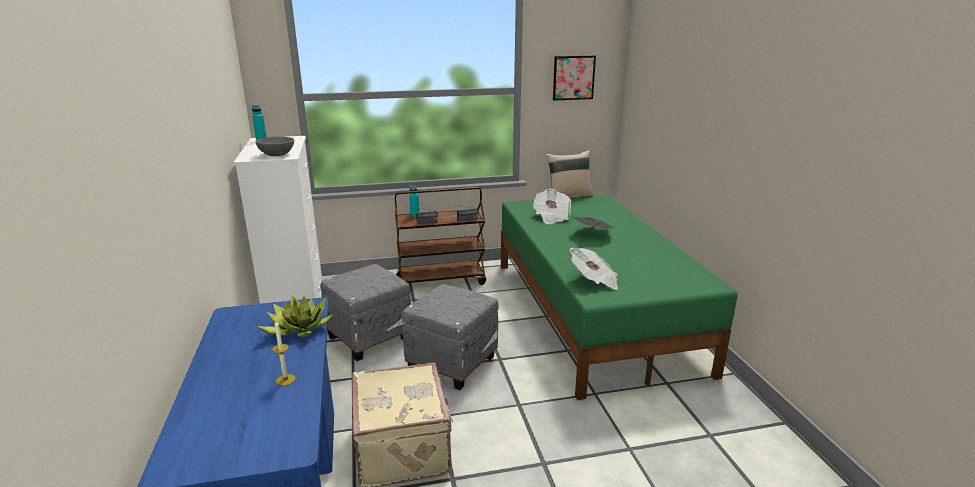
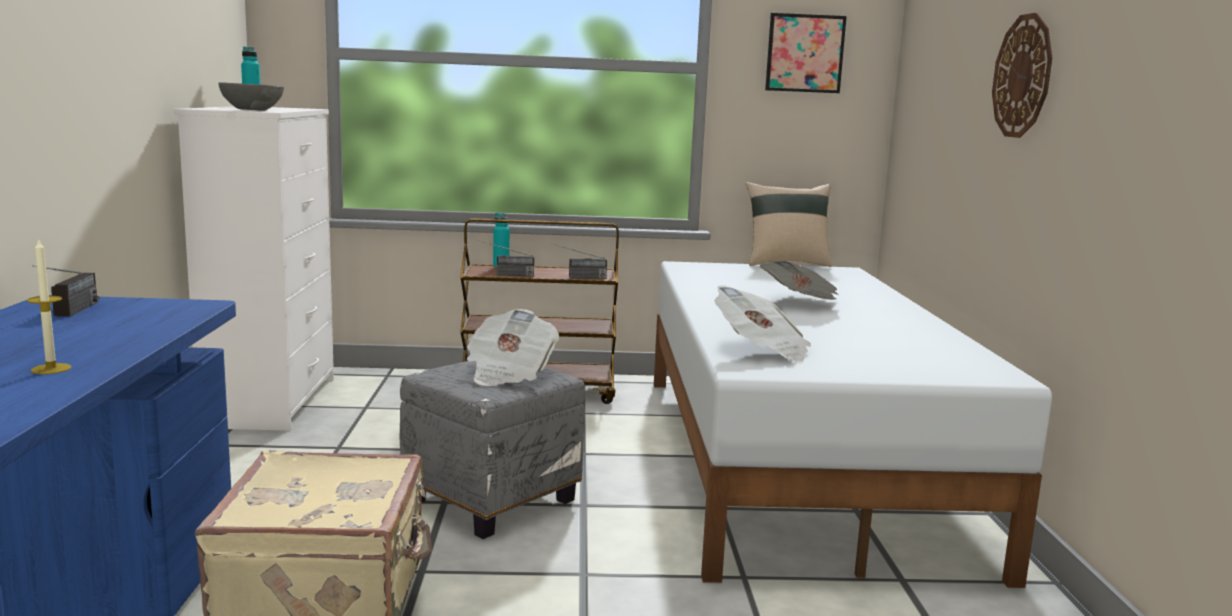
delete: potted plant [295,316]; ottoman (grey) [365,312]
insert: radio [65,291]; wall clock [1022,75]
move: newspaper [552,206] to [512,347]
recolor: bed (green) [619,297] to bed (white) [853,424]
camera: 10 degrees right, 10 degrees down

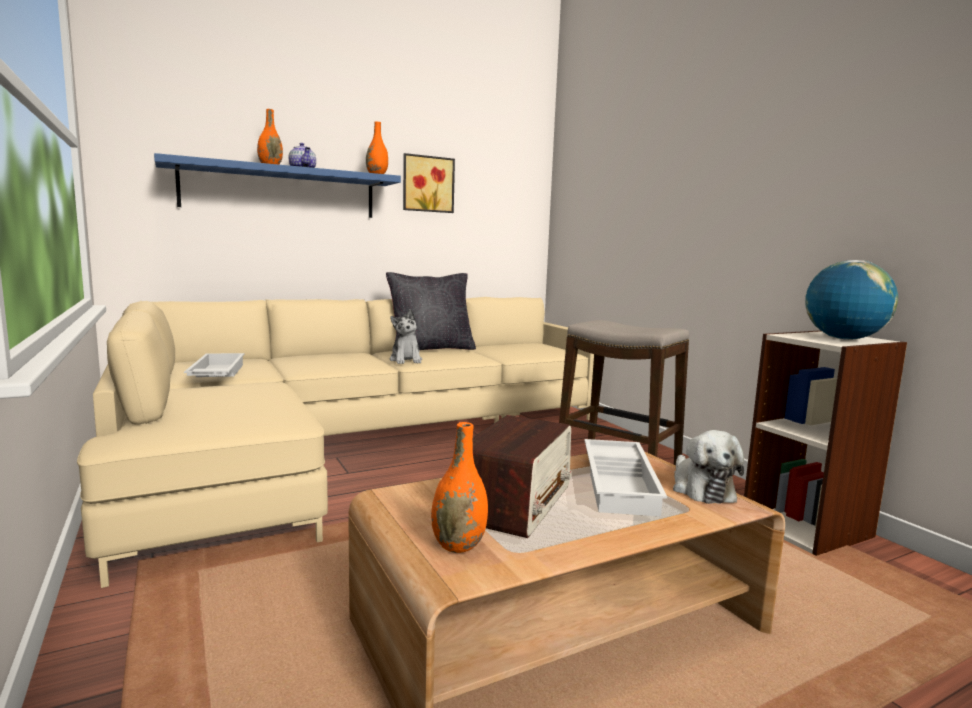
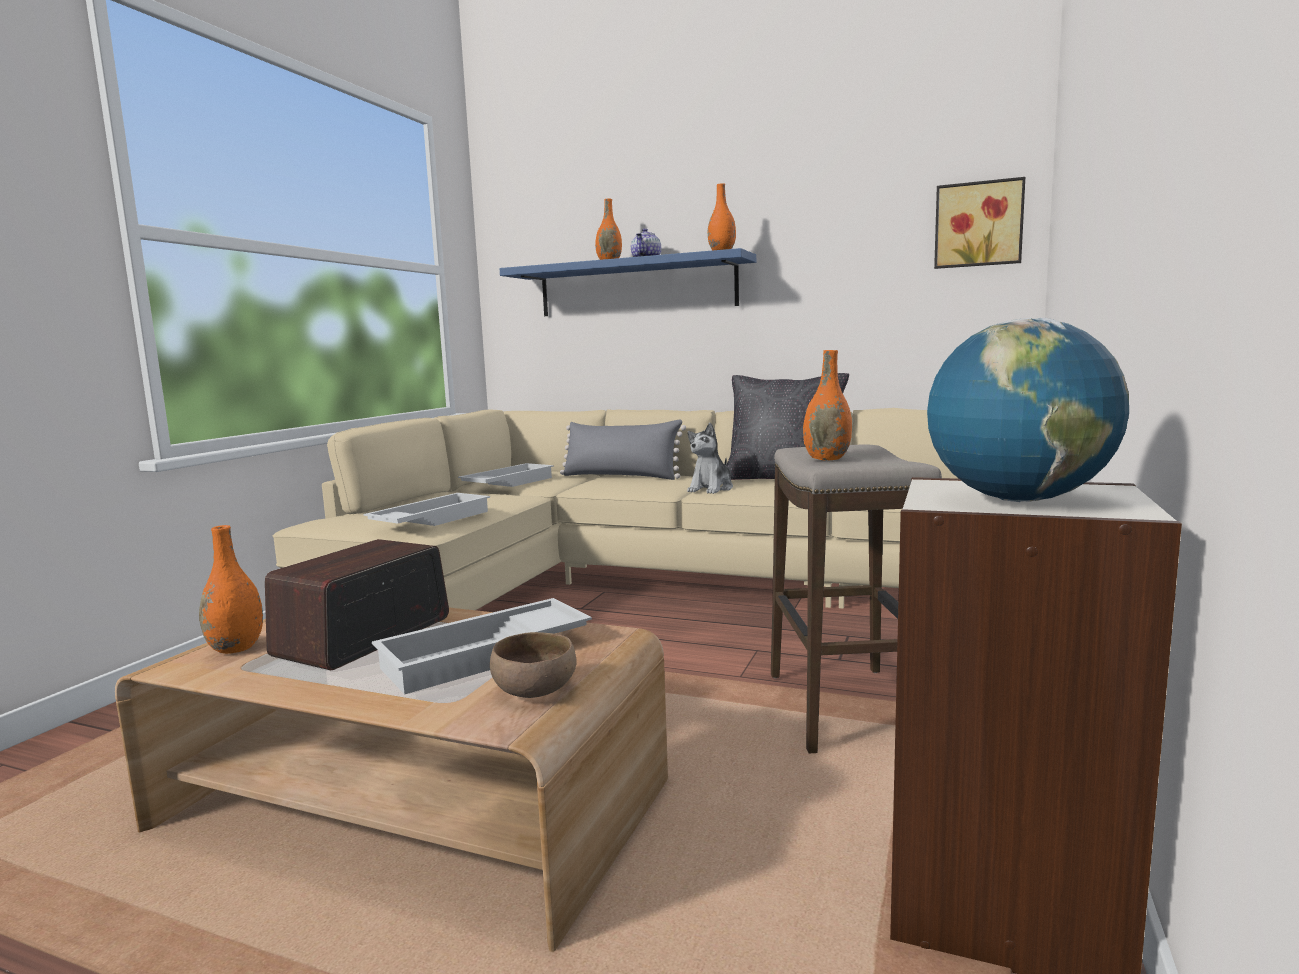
insert: tray (white) [427,509]; pillow (grey) [623,450]; vase (orange) [827,405]
move: picture [429,183] to [979,223]
replace: plush toy [708,467] to bowl (brown) [533,665]
rotate: radio [522,476] = [357,604] 135 degrees clockwise
camera: 50 degrees right, 0 degrees up

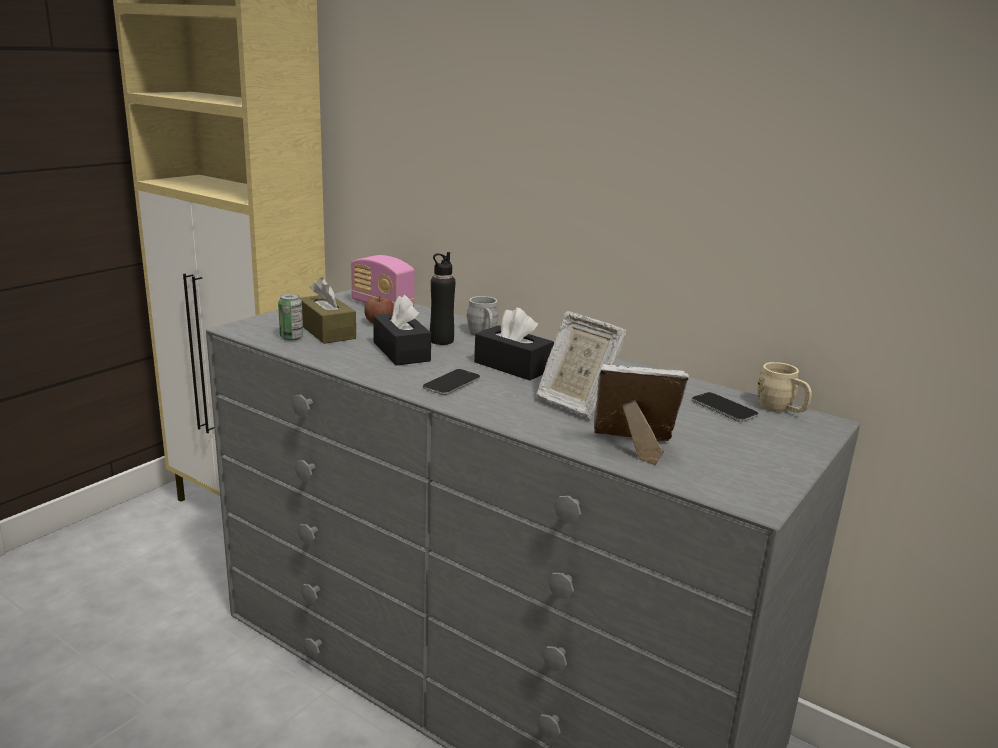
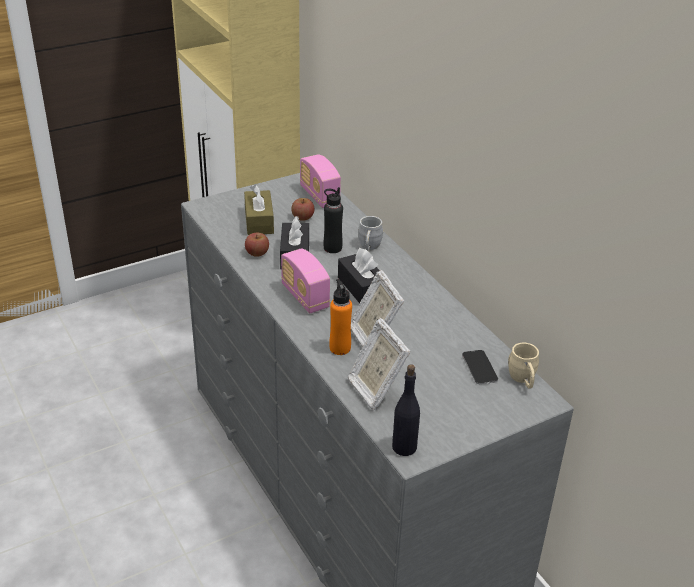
delete: can [290,317]
insert: apple [257,245]; bottle (orange) [340,317]; bottle (black) [406,410]
replace: phone [451,382] to radio [305,280]
rotate: picture frame [641,414] = [379,364] 150 degrees counterclockwise
camera: 25 degrees right, 15 degrees up

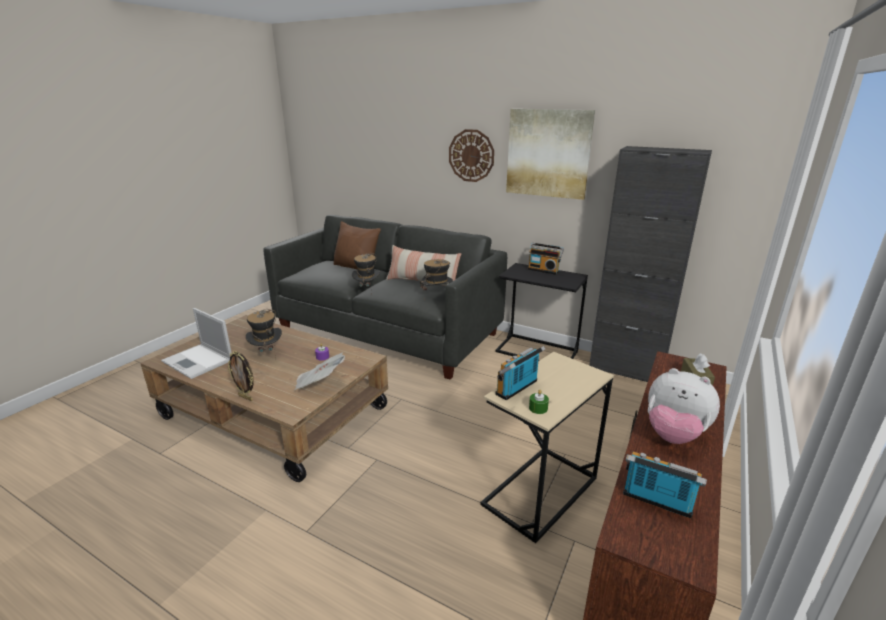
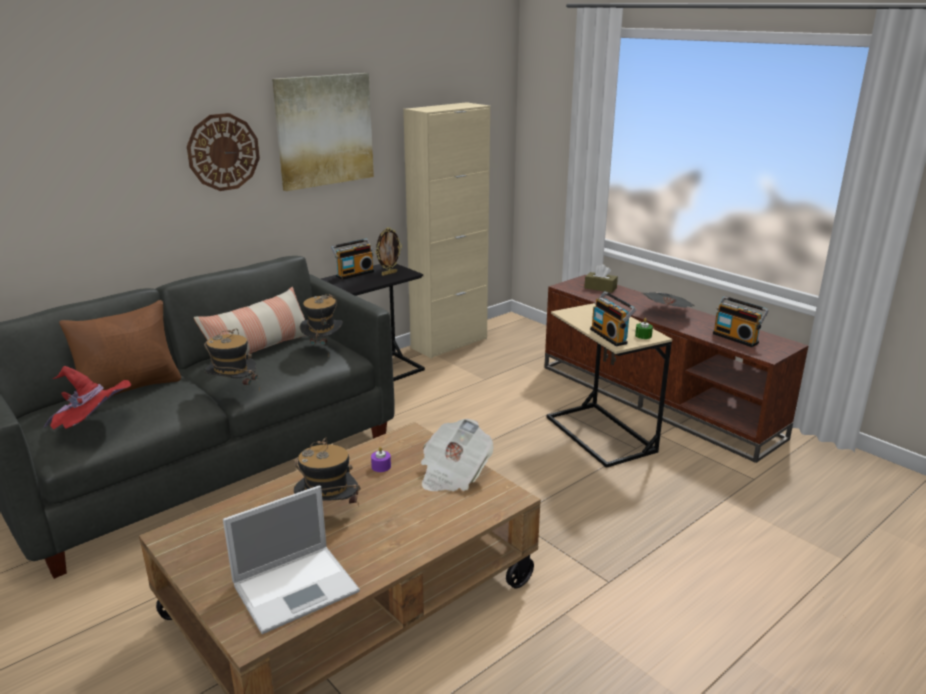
insert: hat (red) [87,397]
move: picture frame [240,376] to [389,251]
replace: plush toy [684,406] to newspaper [668,300]
recolor: cabinet (black) [650,264] to cabinet (beige) [446,230]
rotate: radio [665,485] = [741,321] 90 degrees counterclockwise
camera: 70 degrees left, 0 degrees up

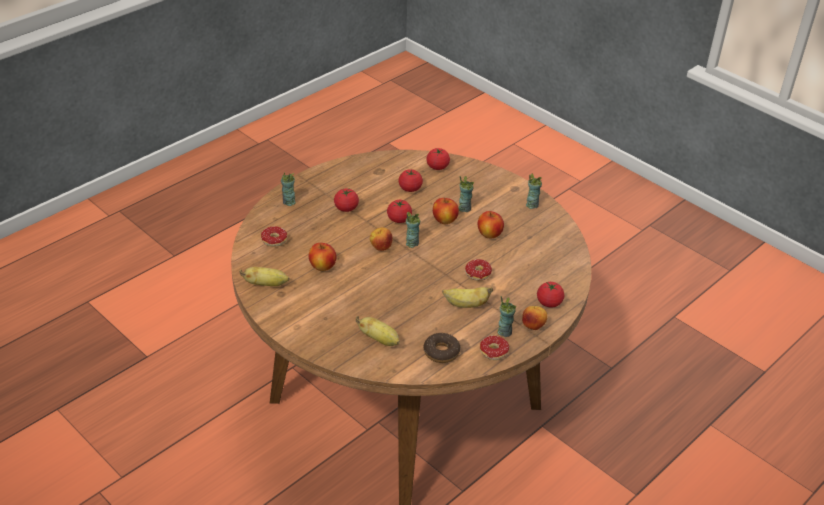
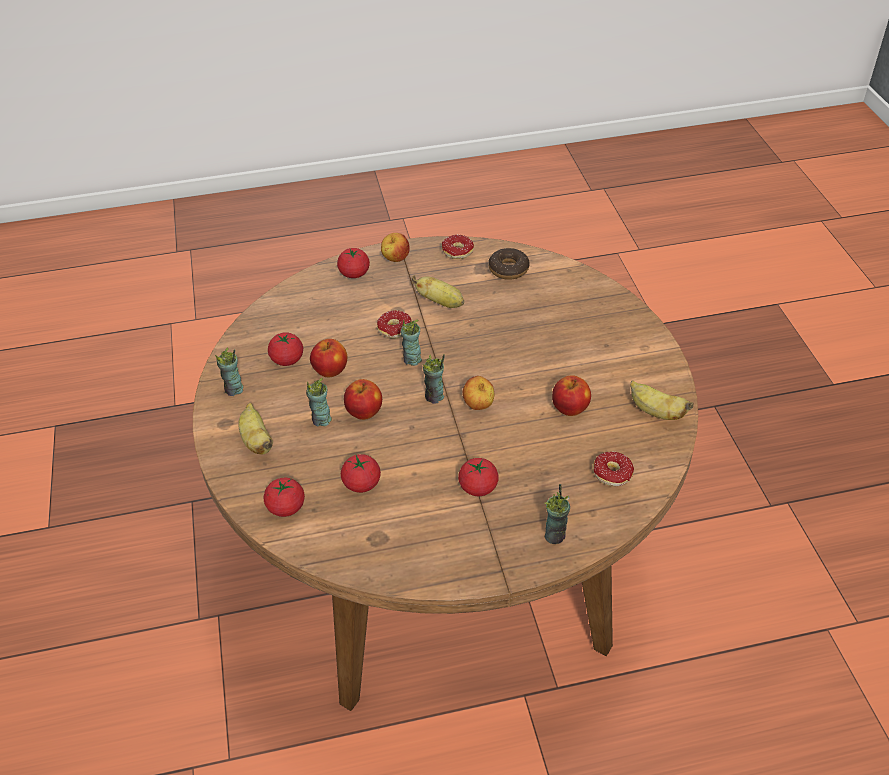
move: banana [378,331] to [255,428]; tomato [399,211] to [285,349]; cup [506,316] to [411,343]
camera: 145 degrees left, 5 degrees up

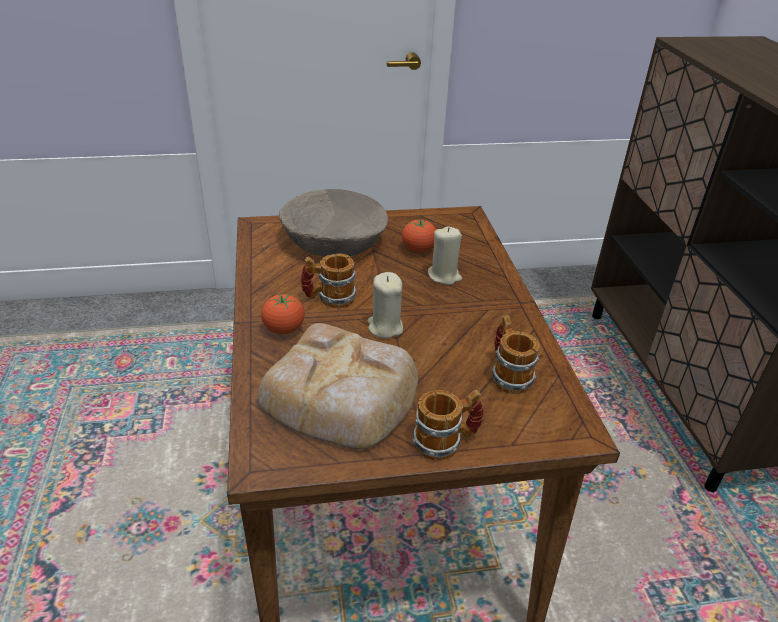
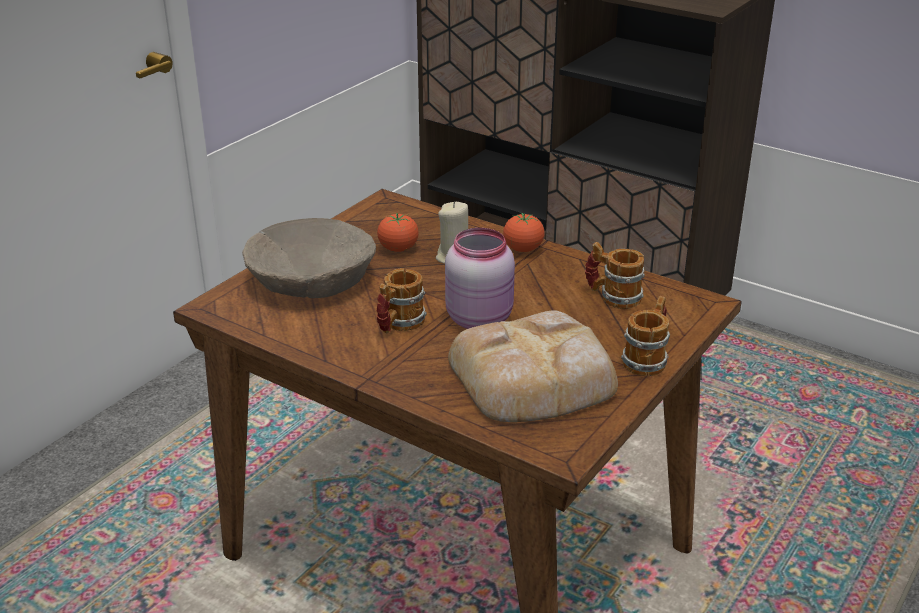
move: tomato [283,313] to [524,232]
replace: candle (beige) [385,305] to jar (pink) [480,278]
camera: 45 degrees left, 5 degrees down

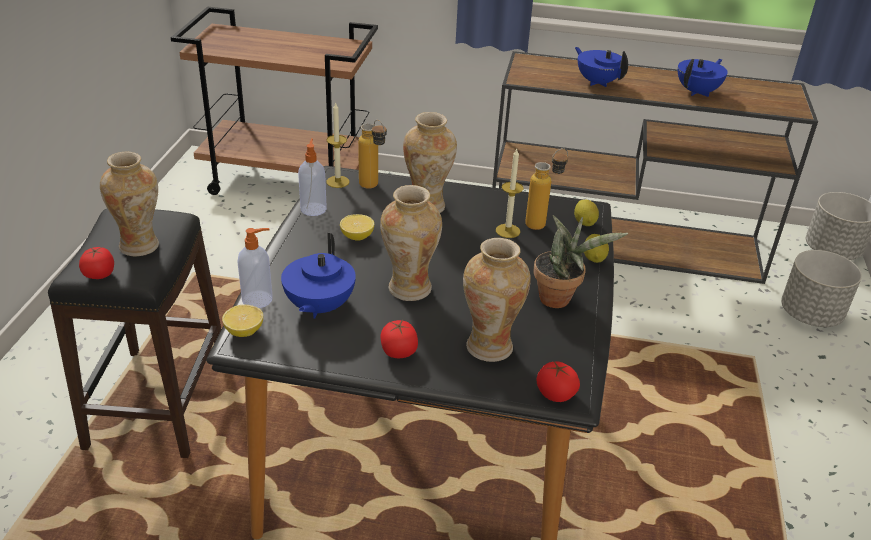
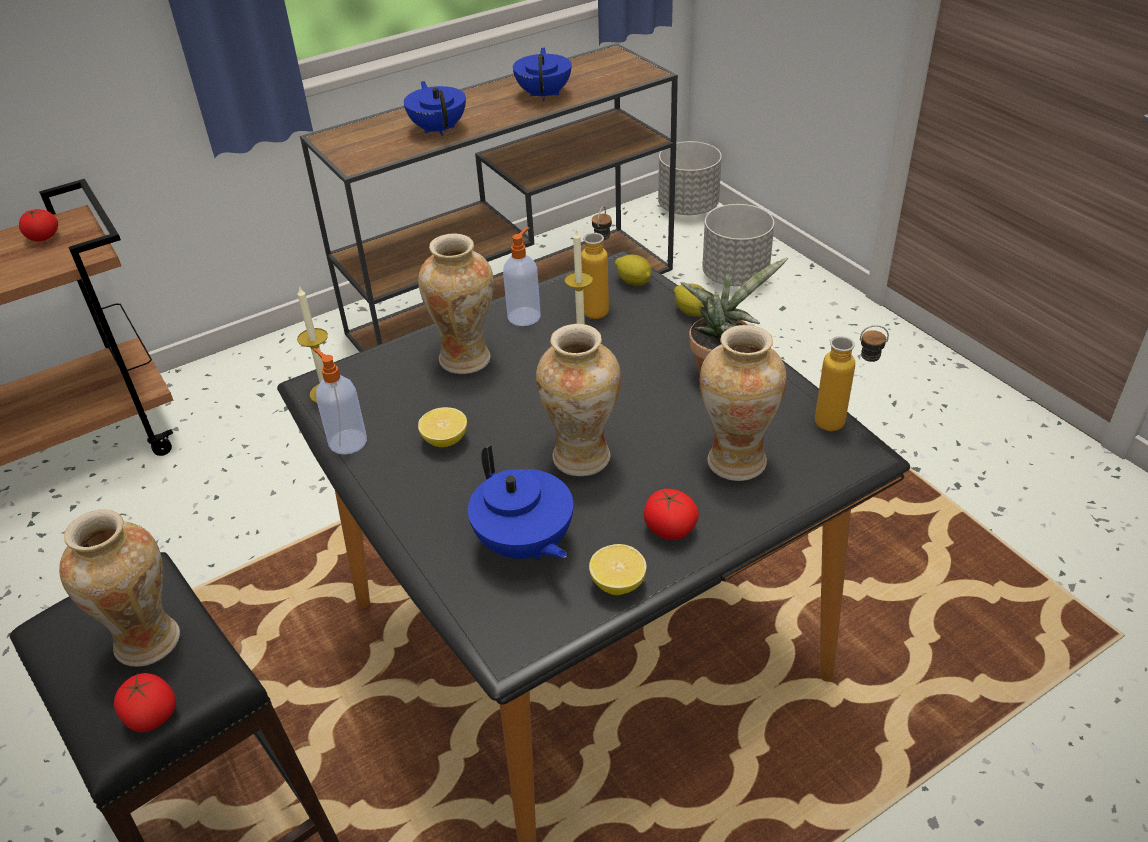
move: lemon [242,321] to [618,569]; soap dispenser [255,268] to [522,276]; bottle [372,154] to [852,378]; tomato [558,381] to [38,225]
rotate: teapot (blue) [601,67] = [435,108] 60 degrees clockwise
camera: 40 degrees left, 5 degrees up

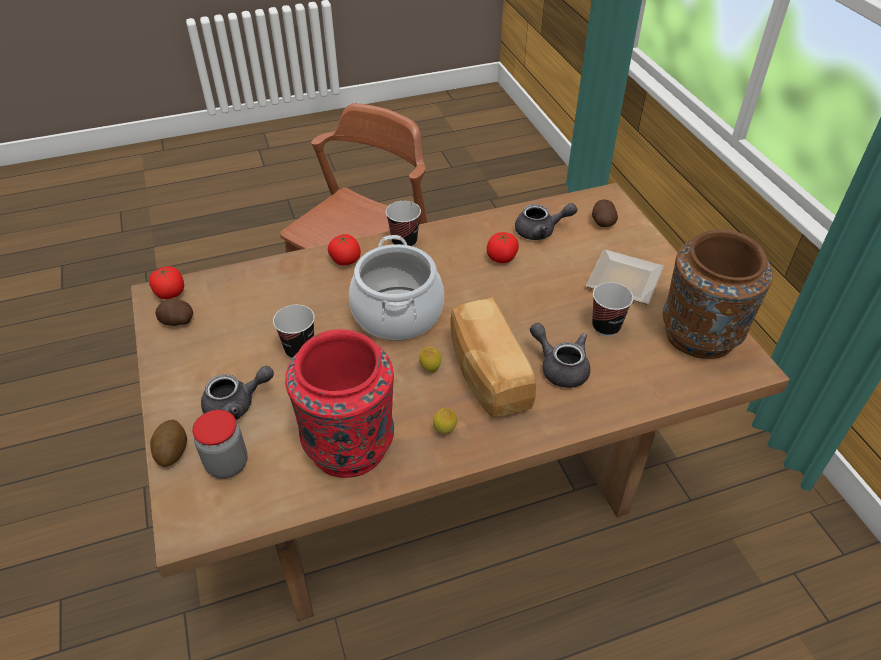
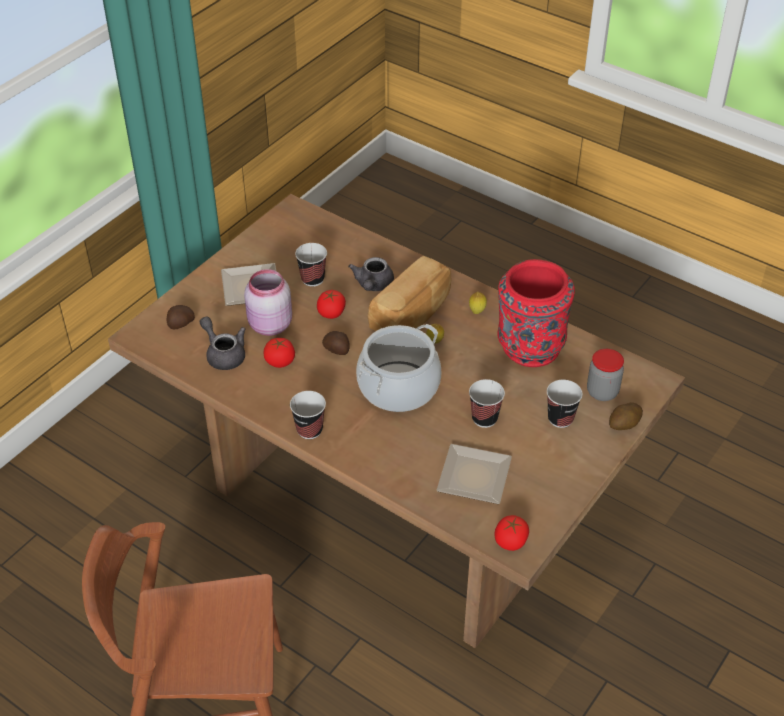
delete: vase (brown) [718,294]
insert: jar (pink) [268,302]; plate [474,474]
move: potato [174,312] to [336,343]; tomato [344,250] to [331,304]
replace: teapot (grey) [237,393] to cup [564,404]
camera: 125 degrees left, 0 degrees up

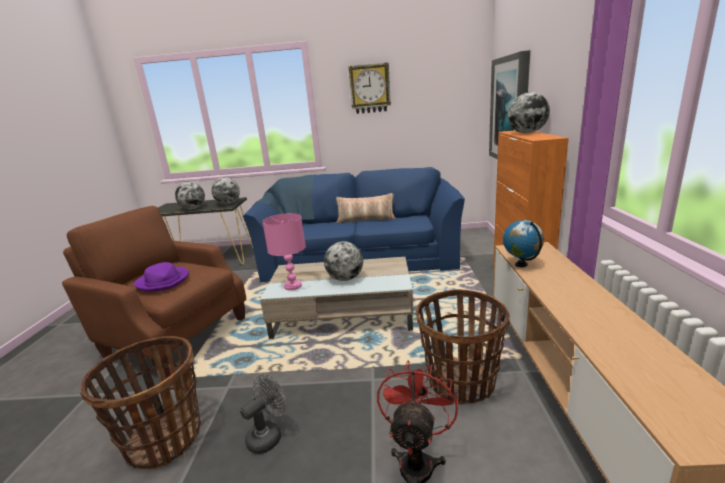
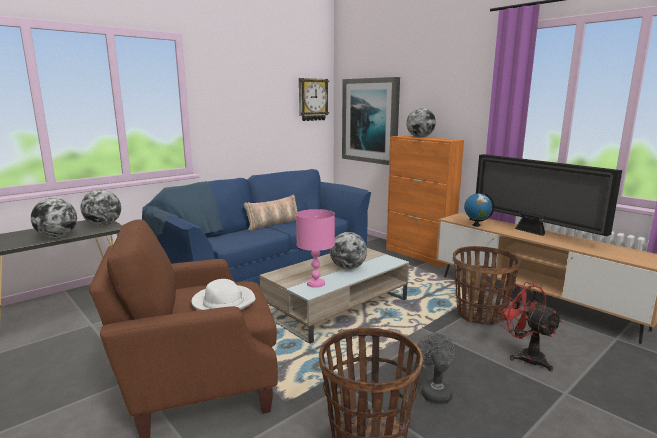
insert: television [549,195]
move: wall clock [370,88] to [314,99]
recolor: hat (purple) [161,277] to hat (white) [223,295]
camera: 45 degrees left, 5 degrees down

